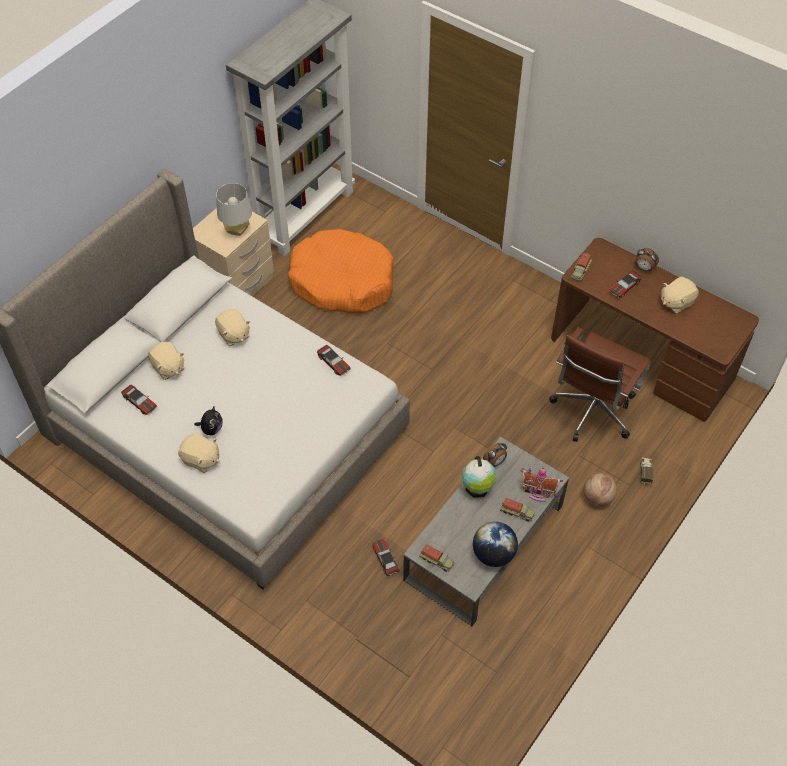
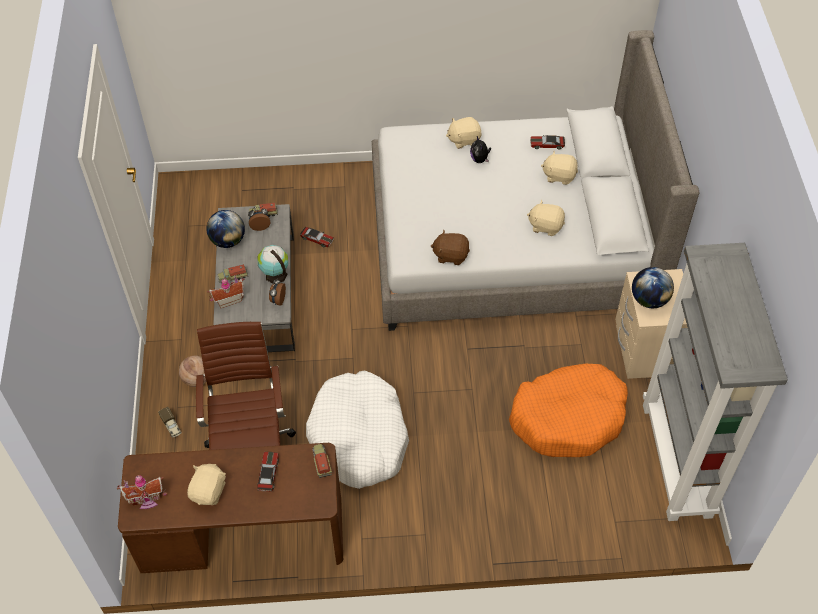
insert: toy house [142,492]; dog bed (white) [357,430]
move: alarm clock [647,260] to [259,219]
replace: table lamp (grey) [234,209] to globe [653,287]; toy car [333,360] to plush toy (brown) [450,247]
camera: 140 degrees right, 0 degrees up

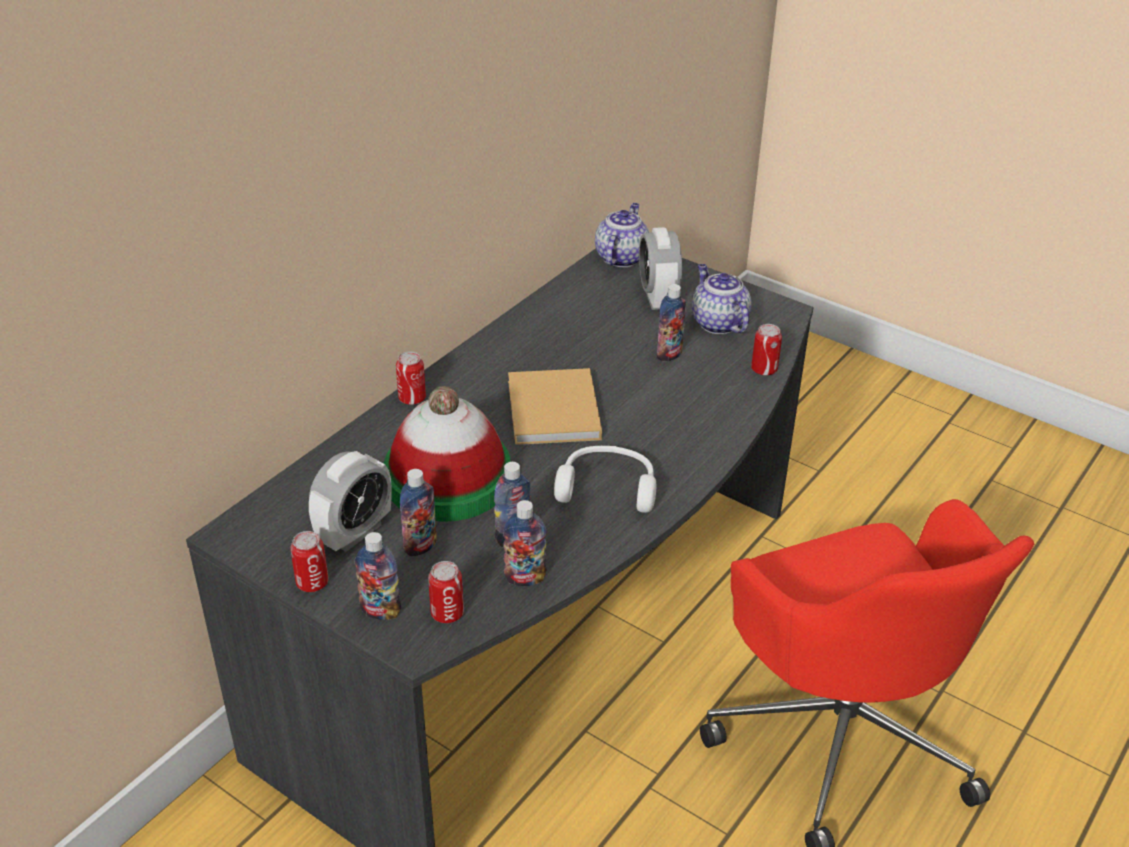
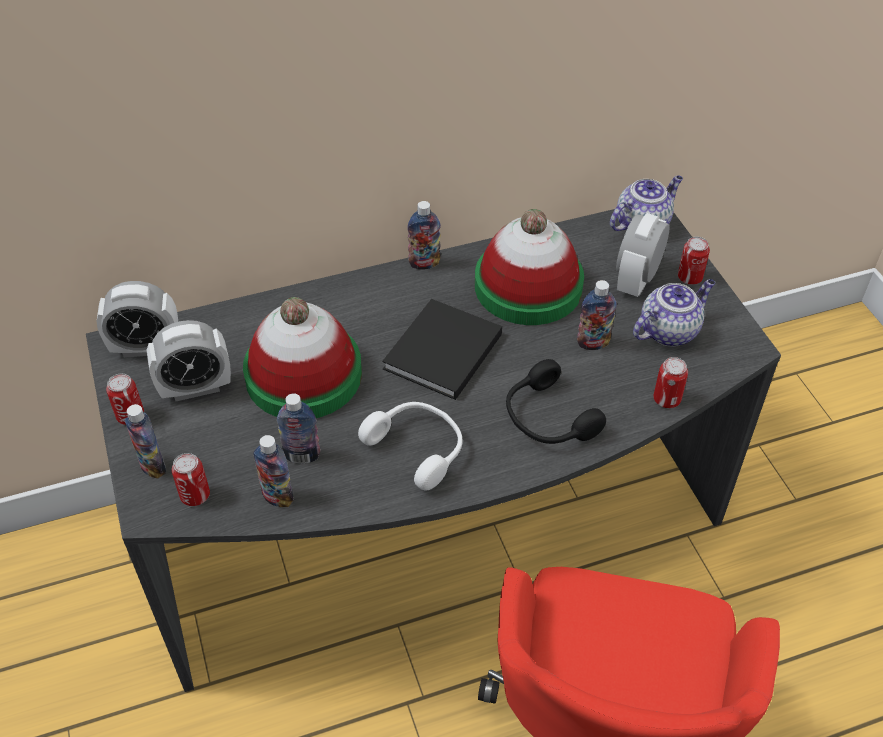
insert: alarm clock [137,319]; hat [529,267]; headphones (black) [556,401]
move: can [411,378] to [694,261]; bottle [418,513] to [424,235]
recolor: book (beige) [555,406] to book (black) [442,349]
rotate: teapot [721,299] = [674,313] 45 degrees clockwise
camera: 35 degrees right, 10 degrees up

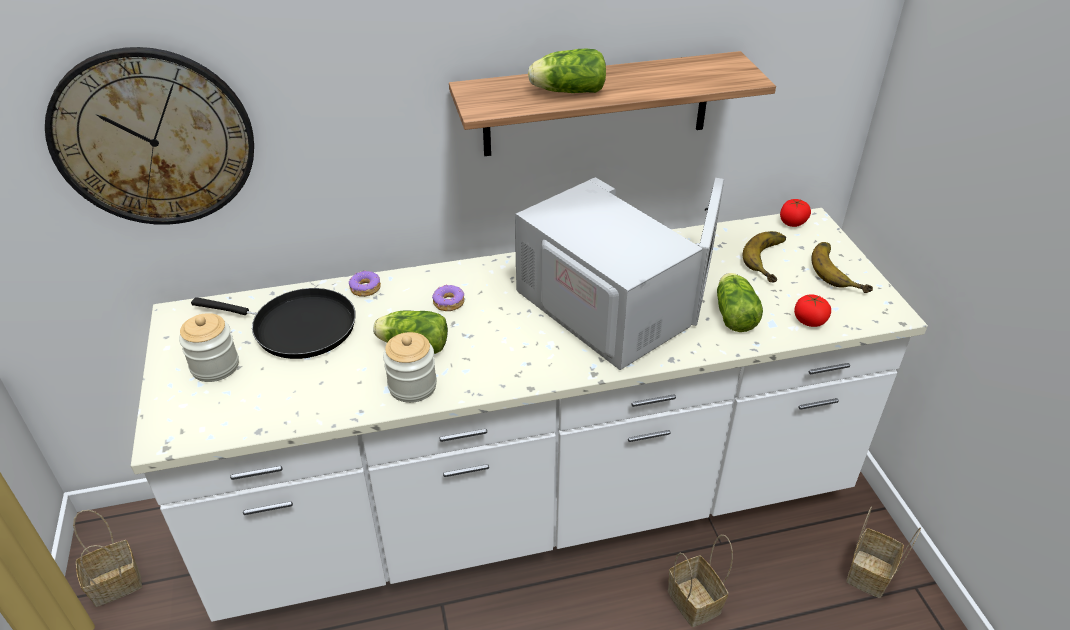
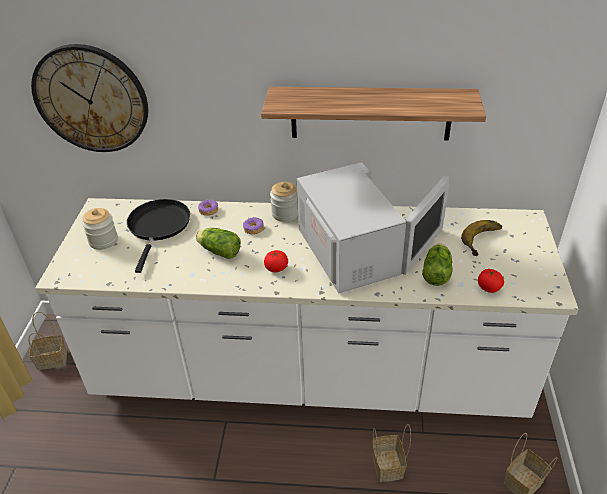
delete: lettuce [567,70]; banana [842,267]
move: jar [410,367] to [284,202]; tomato [795,213] to [276,261]
rotate: frying pan (black) [273,323] = [158,236] 120 degrees counterclockwise
camera: 20 degrees right, 0 degrees up

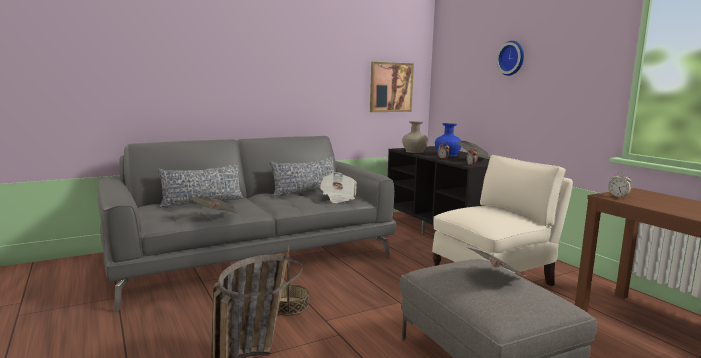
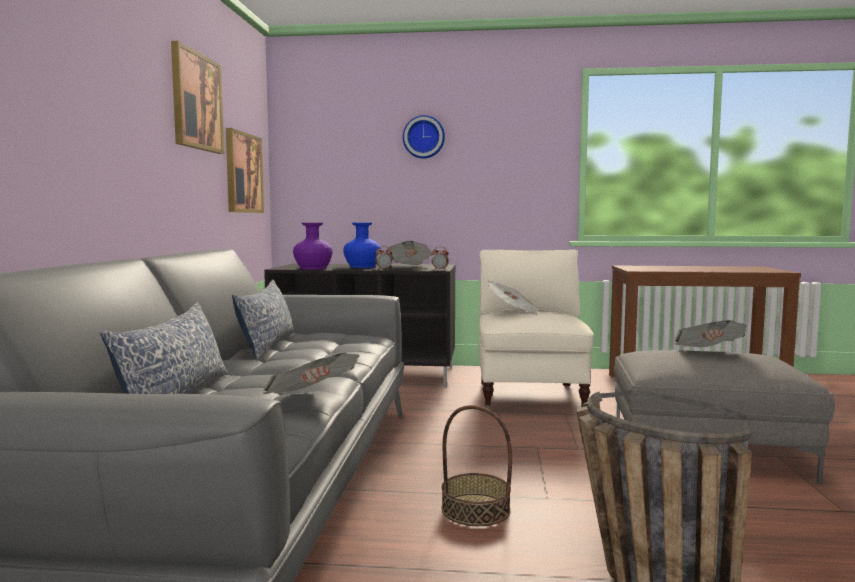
delete: alarm clock [619,185]
insert: picture [197,97]
move: newspaper [338,187] to [512,297]
recolor: vase (beige) [415,137] to vase (purple) [313,246]
camera: 55 degrees left, 5 degrees down

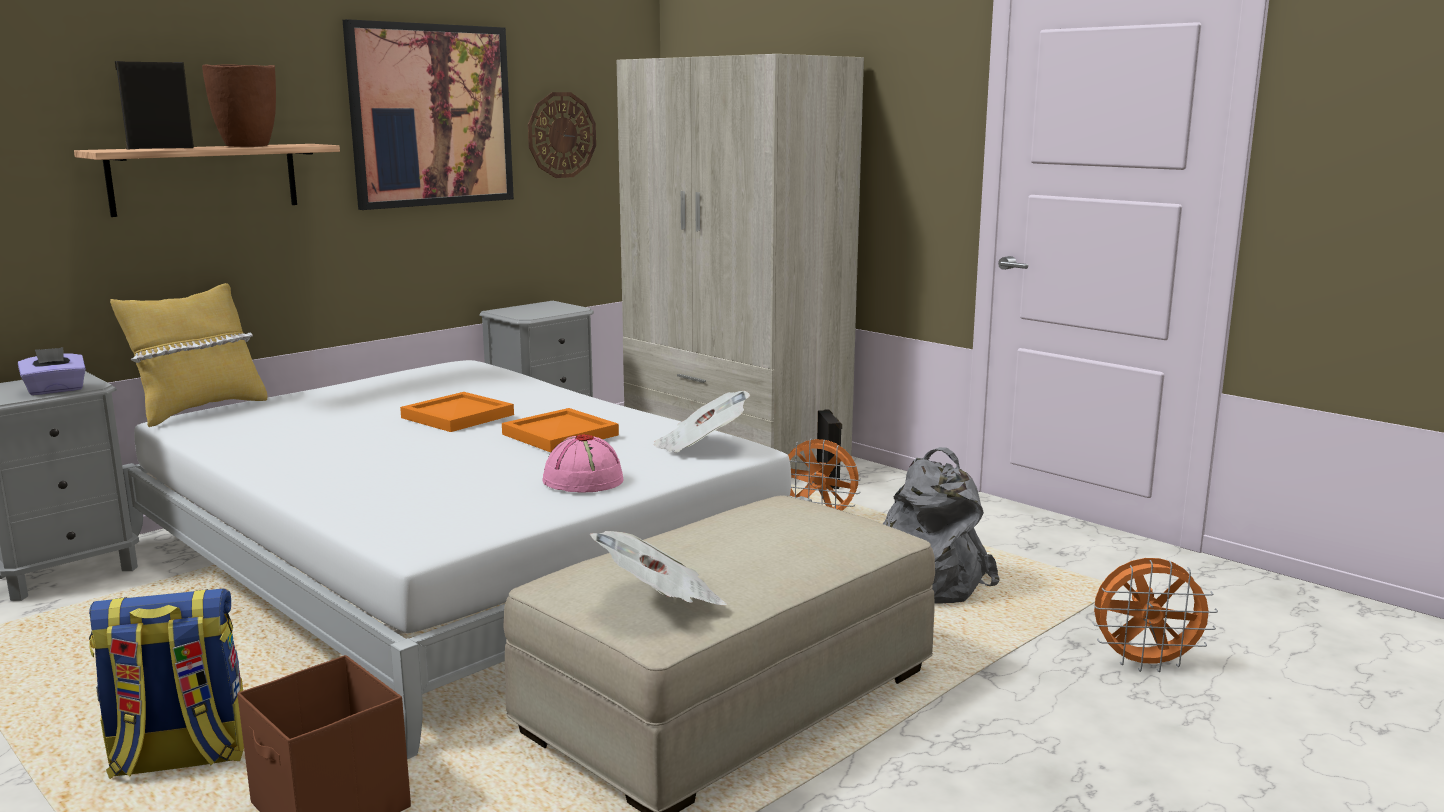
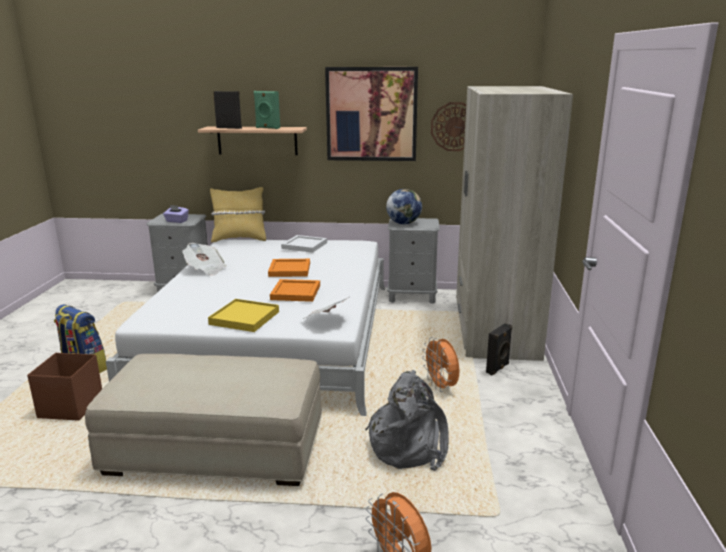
insert: tray (white) [304,244]; globe [404,206]
move: newspaper [658,568] to [204,259]
replace: vase (brown) [239,105] to speaker (green) [267,110]; hat (pink) [582,463] to tray (yellow) [243,315]
camera: 50 degrees right, 5 degrees up

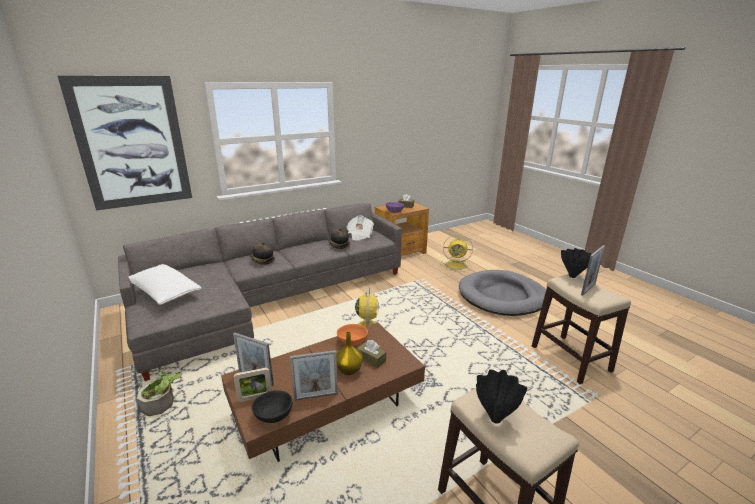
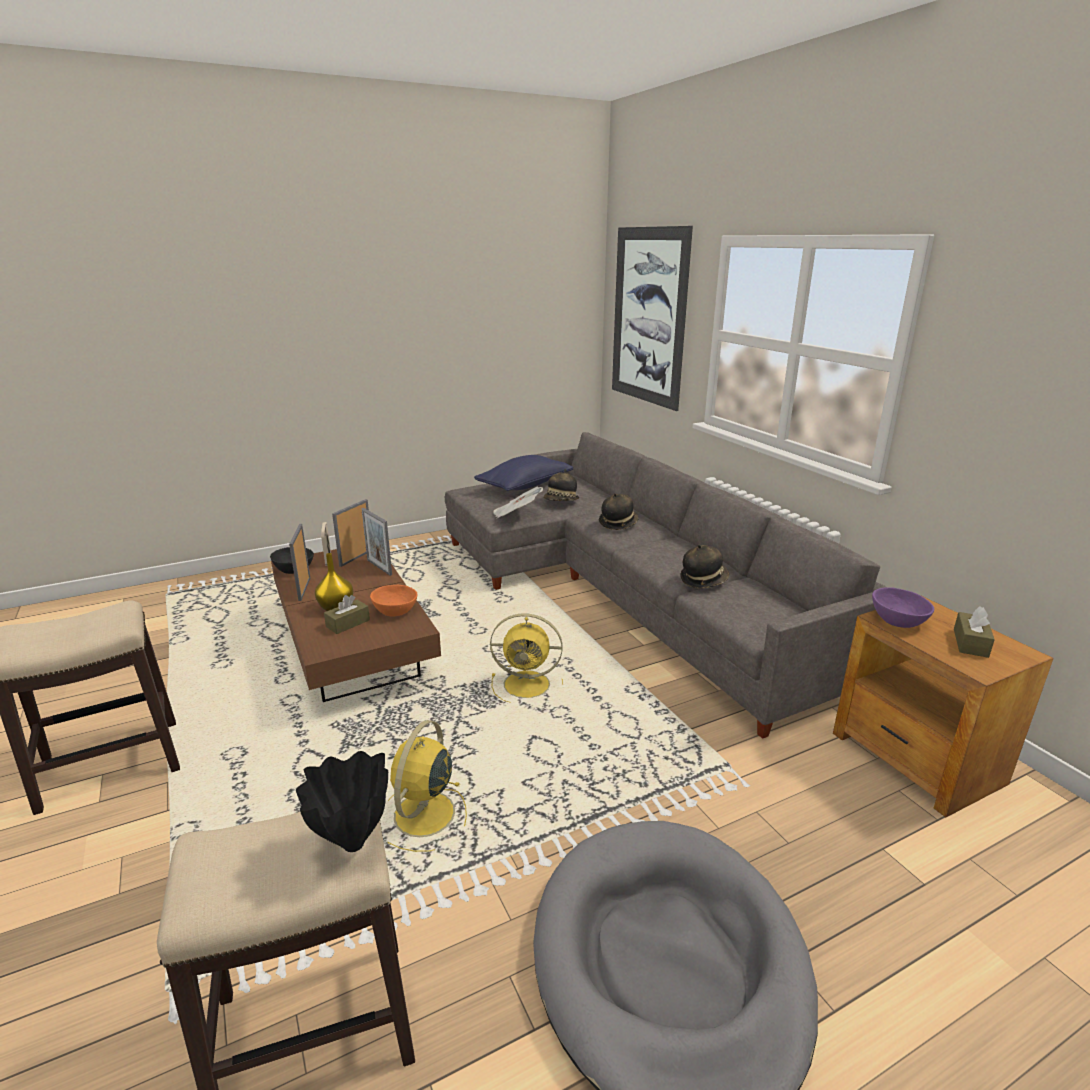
delete: potted plant [159,392]; vase (black) [501,397]
insert: hat [561,485]
move: newspaper [360,228] to [518,502]; fan (yellow) [457,253] to [427,786]; picture frame [593,270] to [376,542]
recolor: pillow (white) [165,284] to pillow (blue) [523,473]
camera: 95 degrees right, 0 degrees up

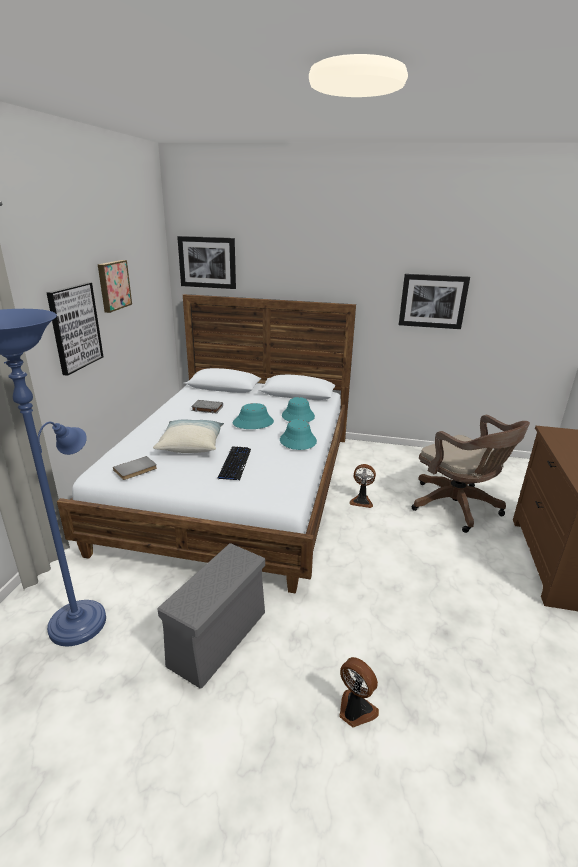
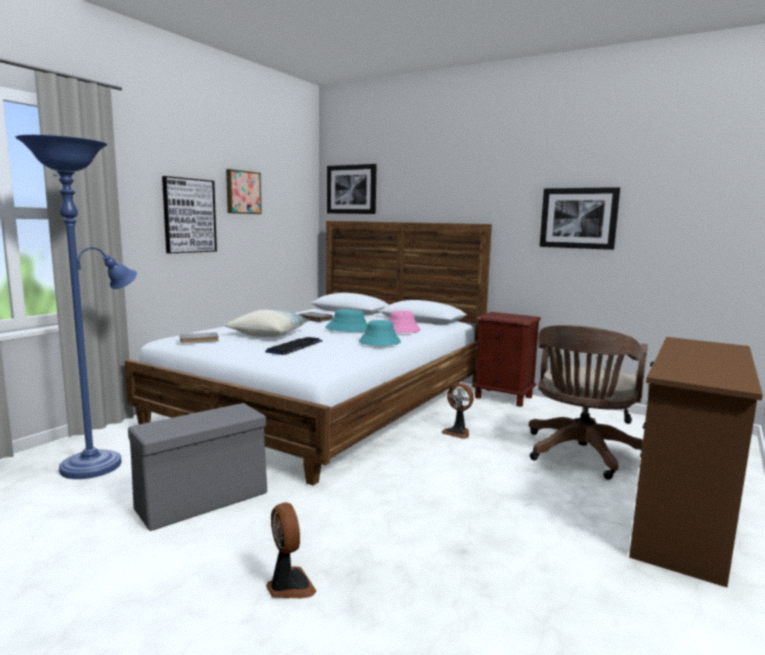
insert: nightstand (brown) [507,359]
recolor: hat (turquoise) [298,409] to hat (pink) [405,322]
rotate: office chair (brown) [471,474] = [588,402] 45 degrees clockwise
camera: 20 degrees right, 15 degrees down

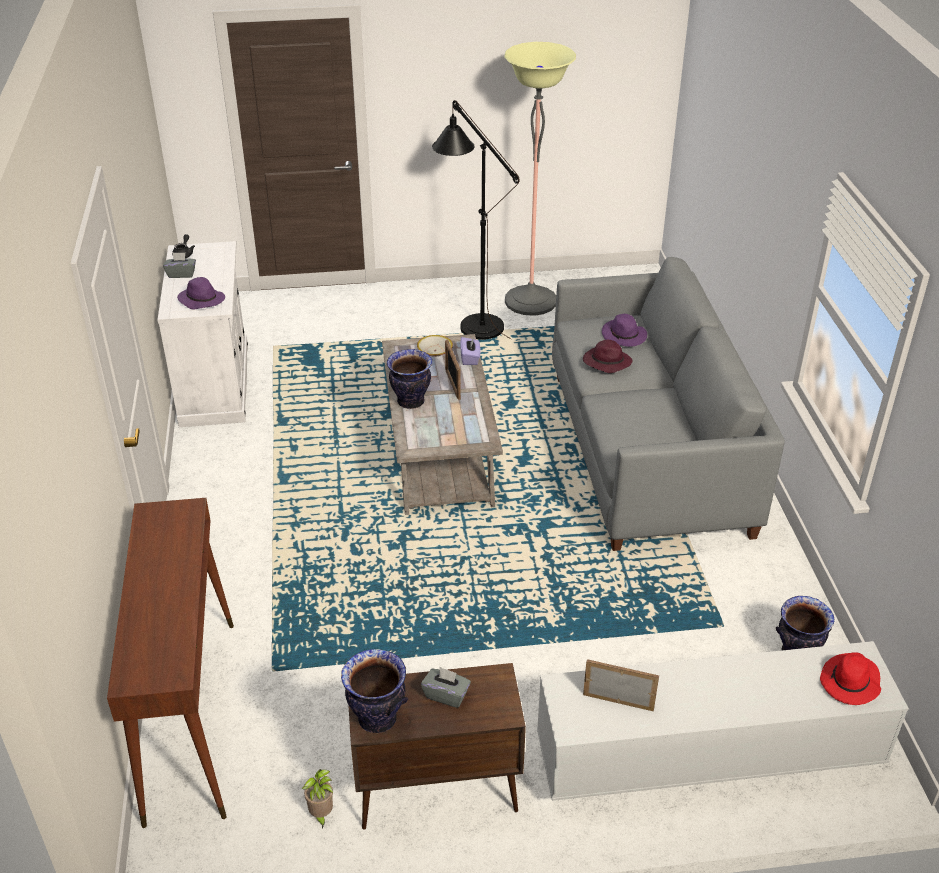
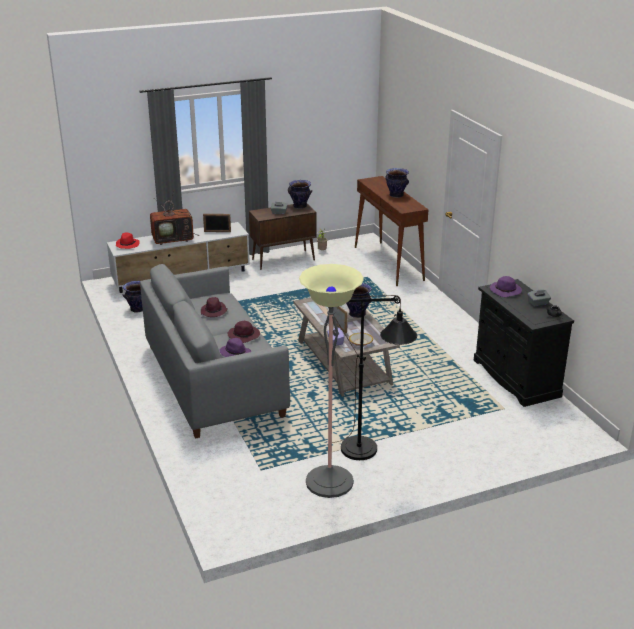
insert: television [174,218]; hat (purple) [214,307]; vase [397,183]
recolor: cabinet (white) [202,334] to cabinet (black) [524,343]
camera: 165 degrees right, 10 degrees down

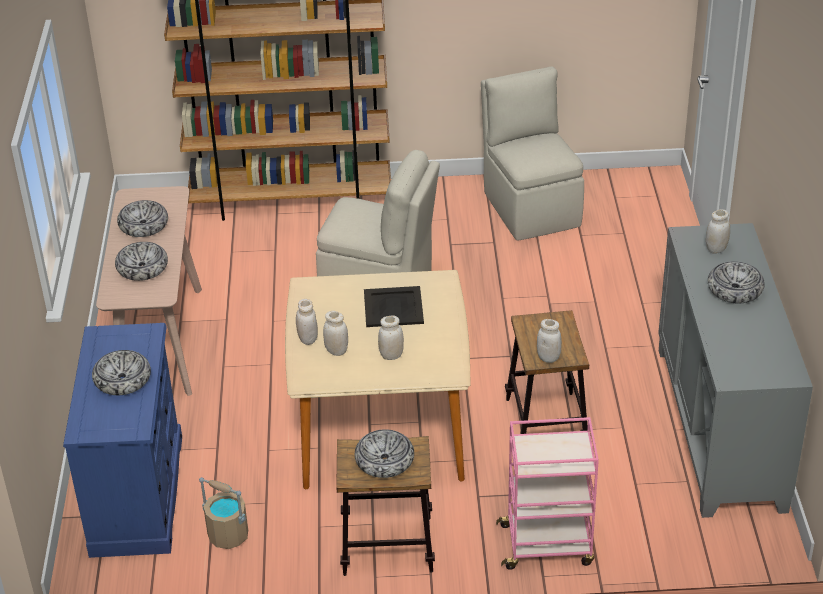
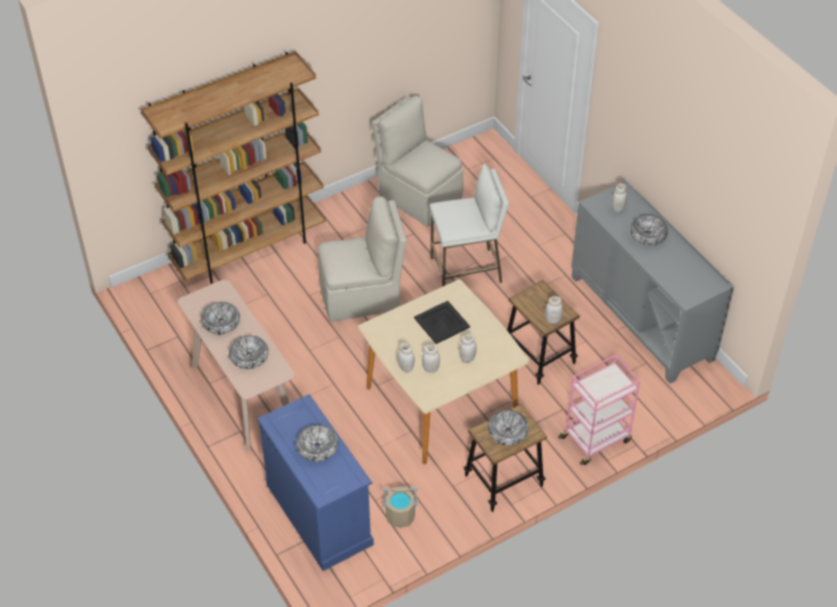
insert: stool (white) [469,225]
camera: 30 degrees left, 10 degrees up

